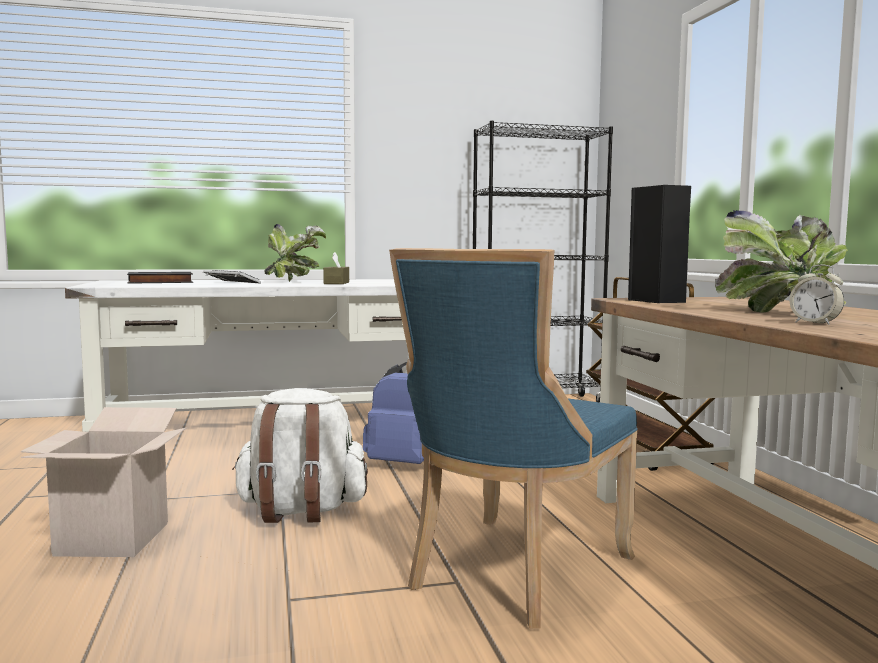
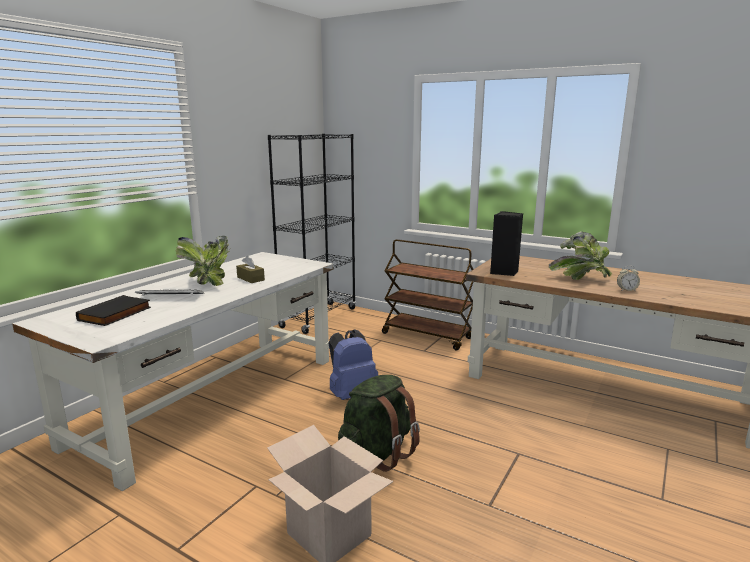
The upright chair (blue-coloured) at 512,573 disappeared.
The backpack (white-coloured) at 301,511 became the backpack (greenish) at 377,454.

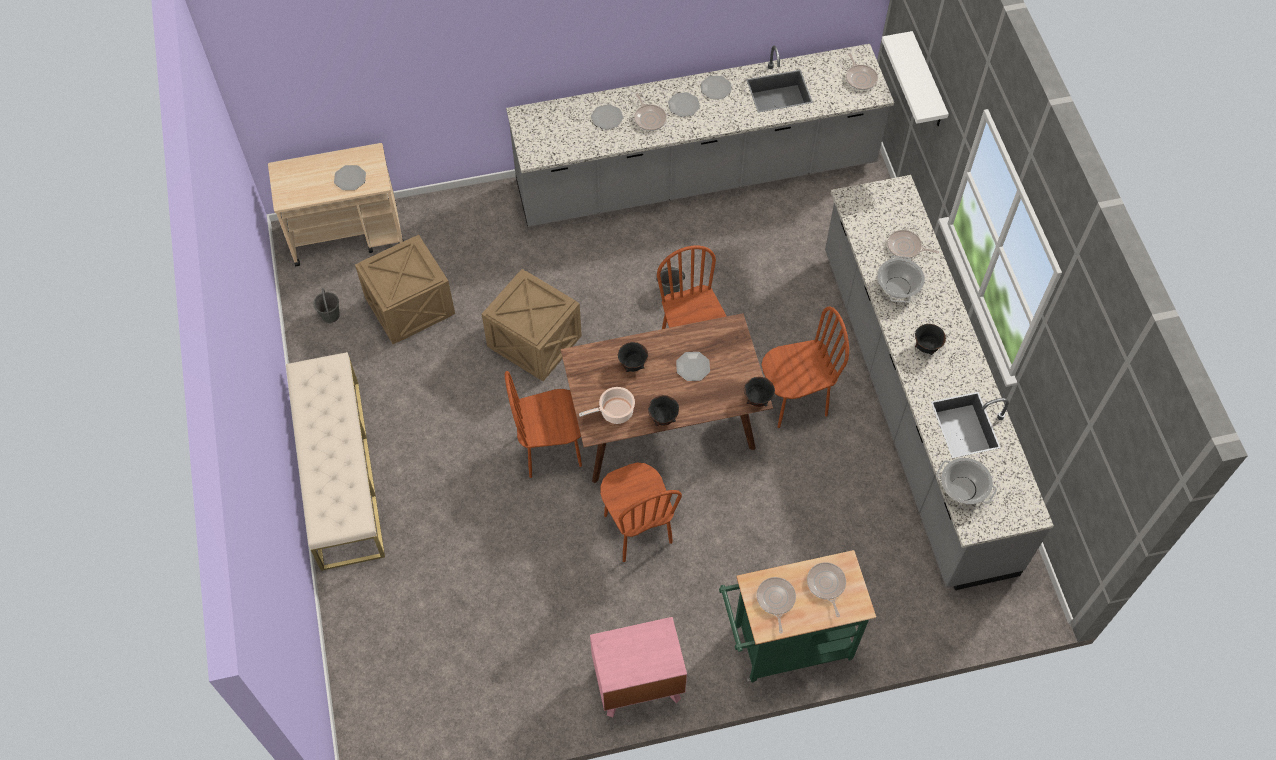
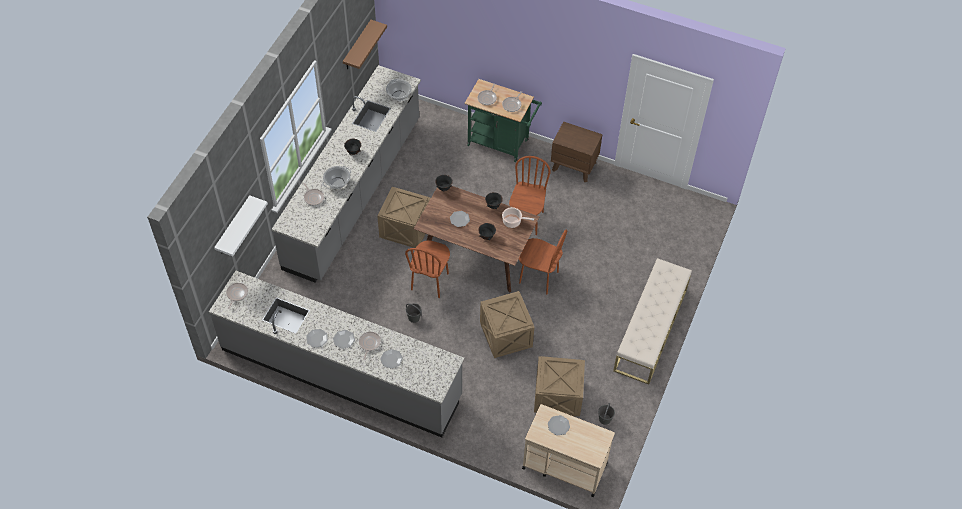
The wall shelf (brownish) at 357,46 appeared.
The upright chair (brownish) at 794,401 was replaced by the shipping crate at 405,228.
The bedside table (pinkish) at 637,682 became the bedside table (brownish) at 574,166.

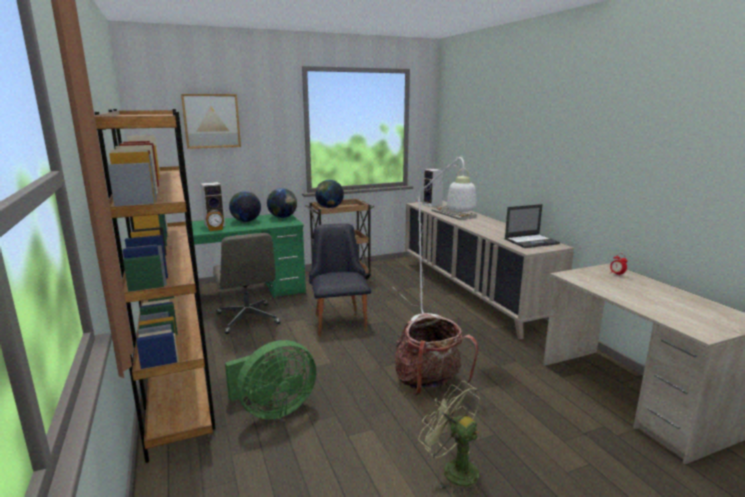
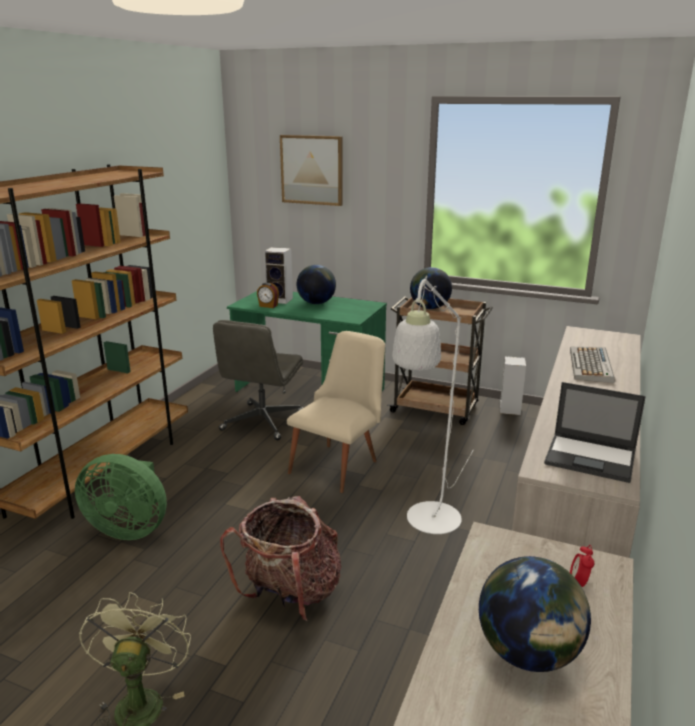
The world globe moved from 283,217 to 528,653.
The audio speaker moved from 432,205 to 510,410.
The upright chair (blackish) at 339,319 became the upright chair (beige-coloured) at 340,463.

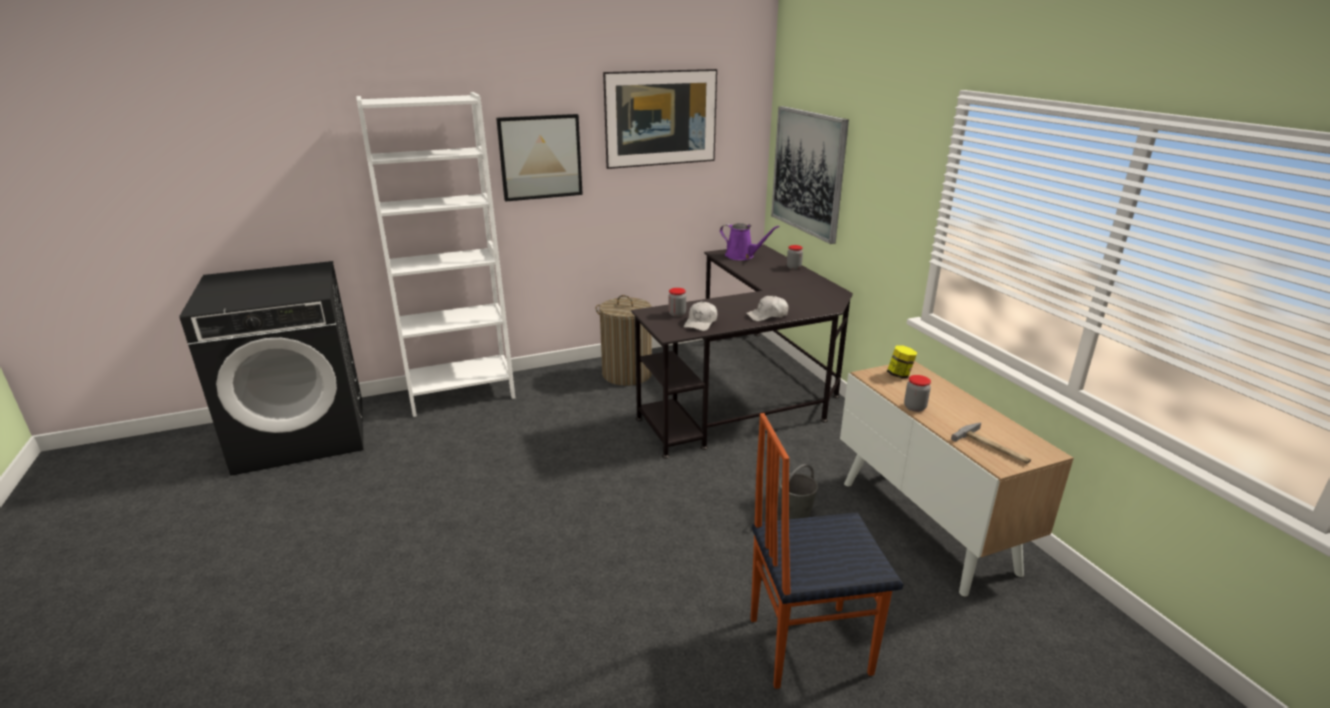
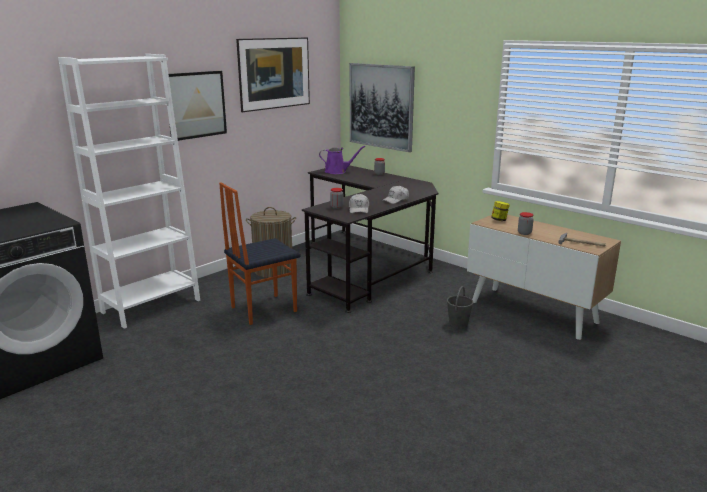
The upright chair moved from 807,644 to 263,309.

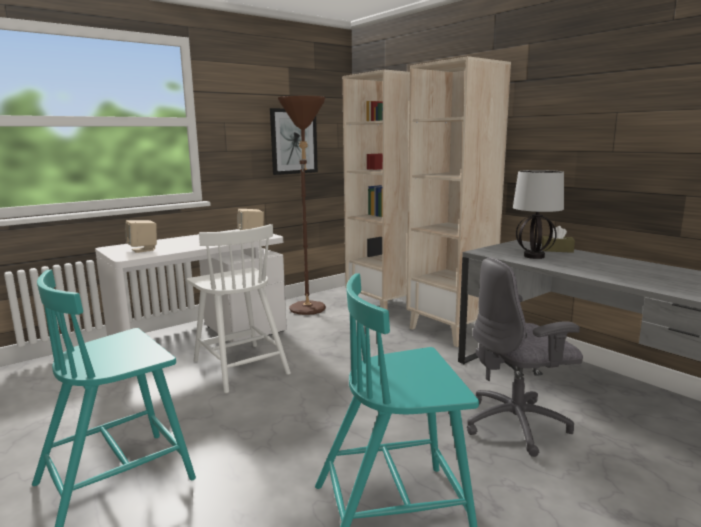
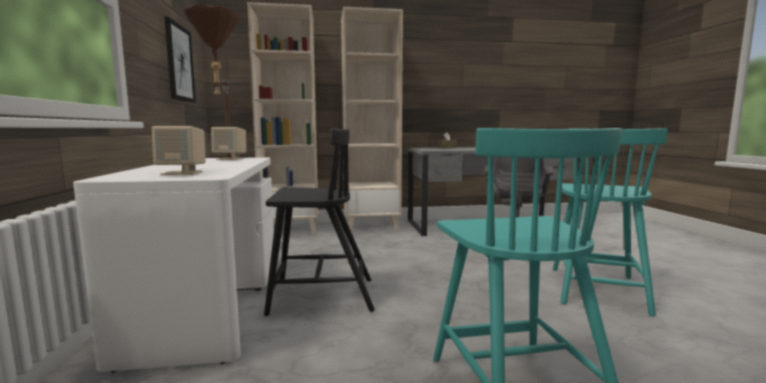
The lamp for a table at 534,256 disappeared.
The upright chair (white-coloured) at 240,366 became the upright chair (blackish) at 320,296.

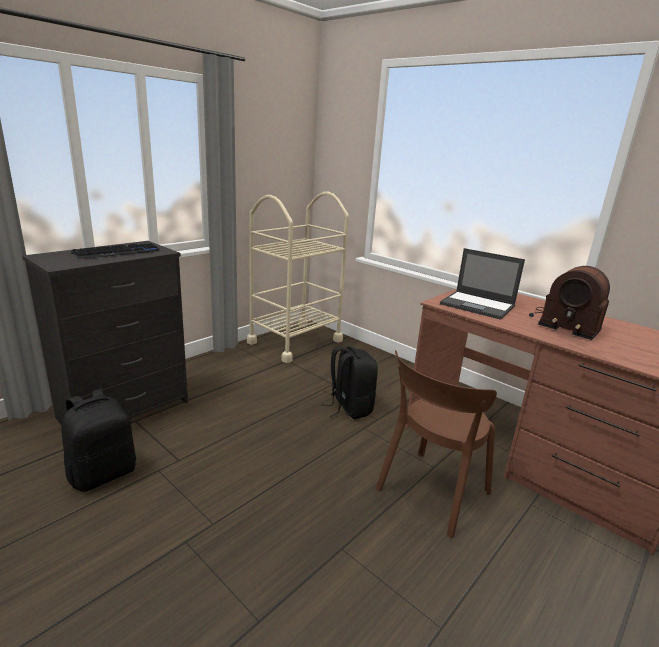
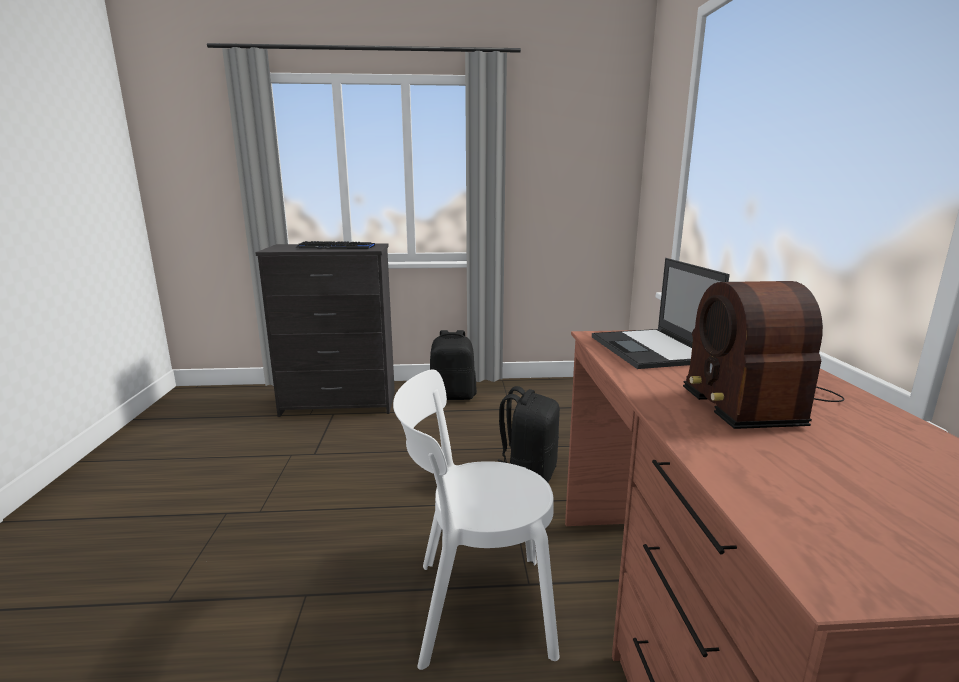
The cart (beige-coloured) at 295,341 disappeared.
The backpack (blackish) moved from 103,473 to 453,396.
The upright chair (brownish) at 430,494 became the upright chair (white-coloured) at 474,608.

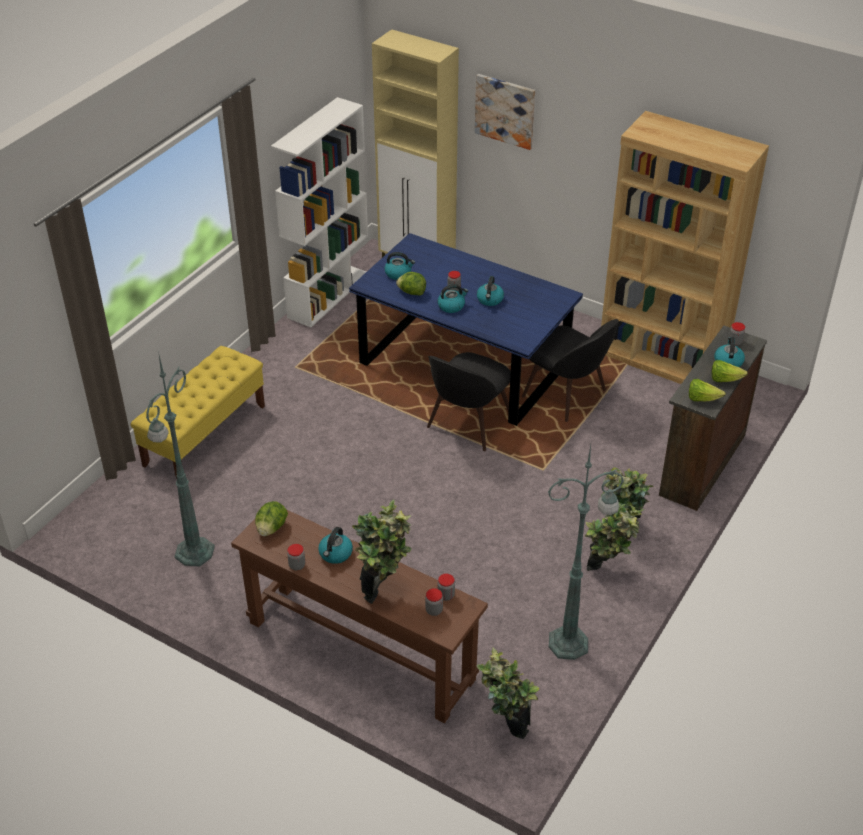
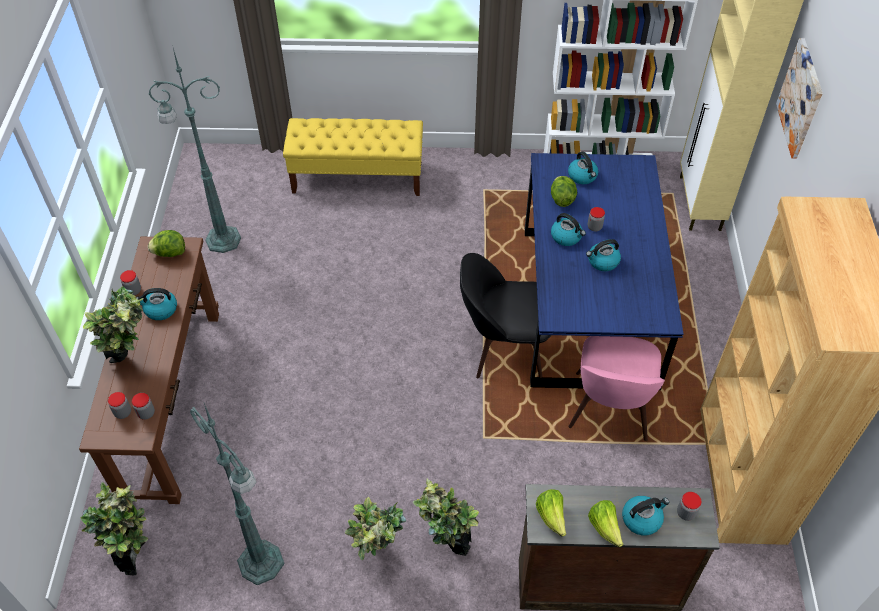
The upright chair (blackish) at 567,395 became the upright chair (pinkish) at 610,410.

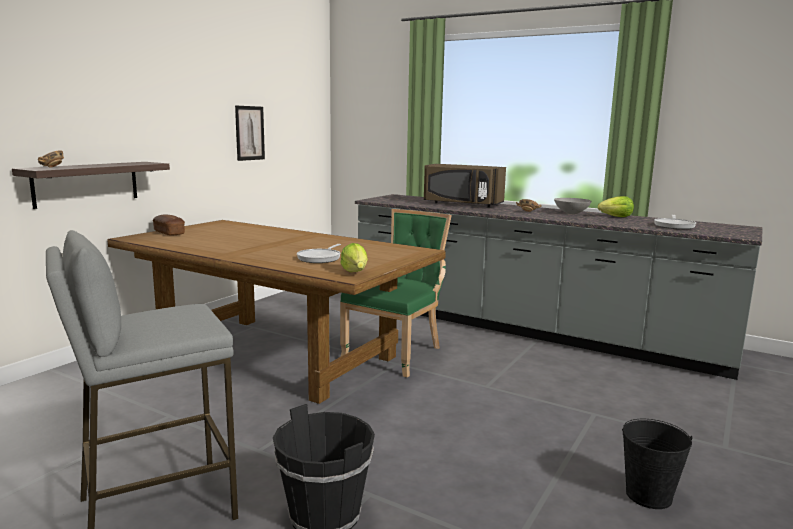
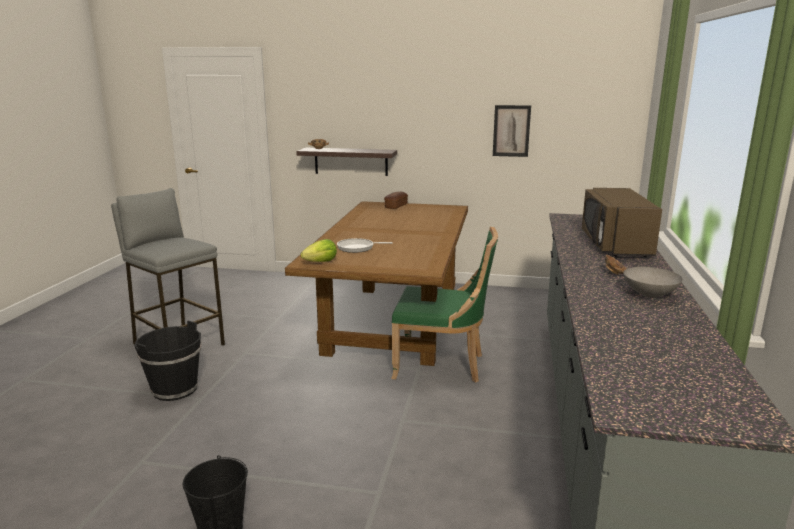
The head of lettuce at 616,217 disappeared.
The skillet at 674,226 disappeared.

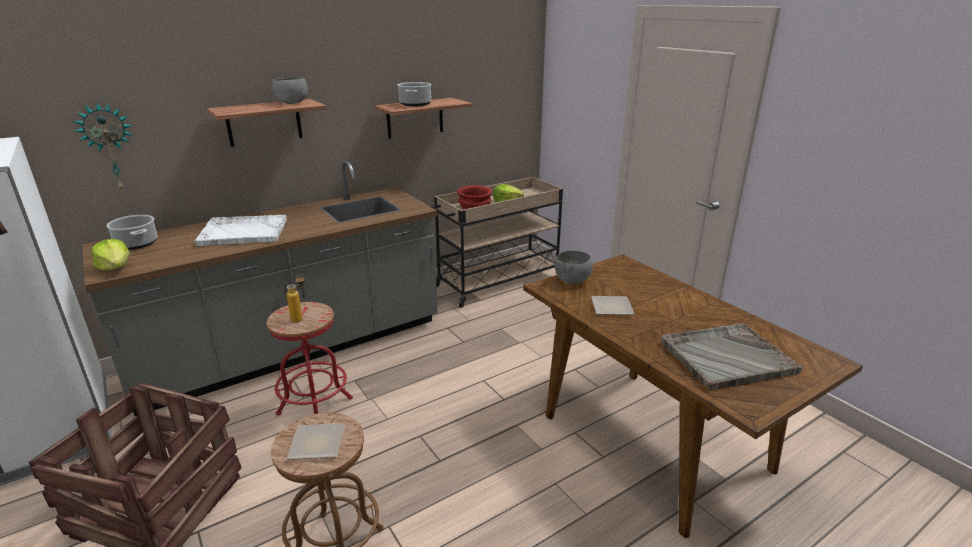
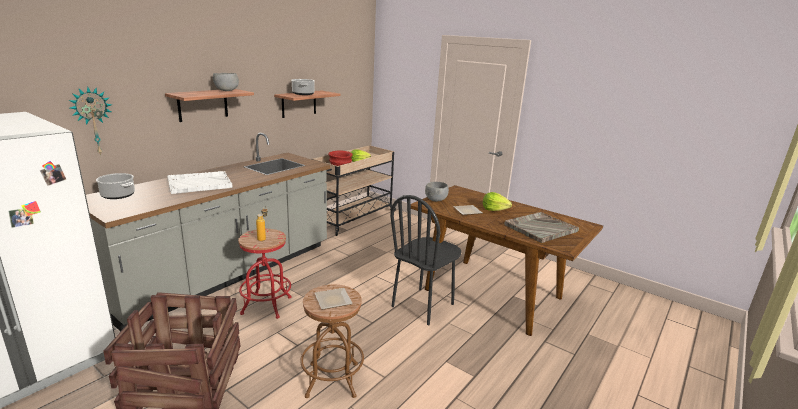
The upright chair (blackish) at 423,305 appeared.
The head of lettuce moved from 116,268 to 494,209.

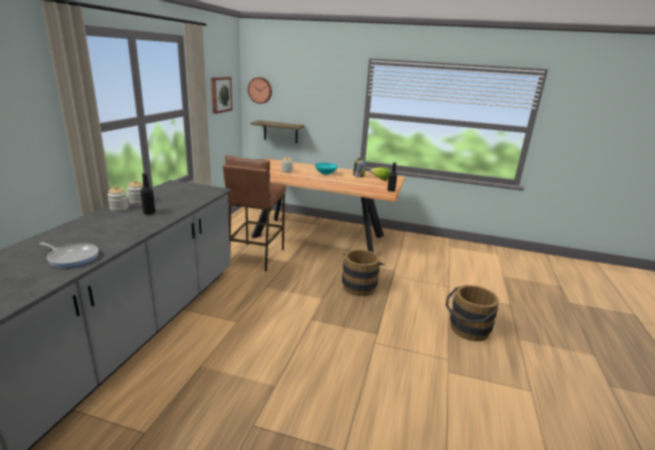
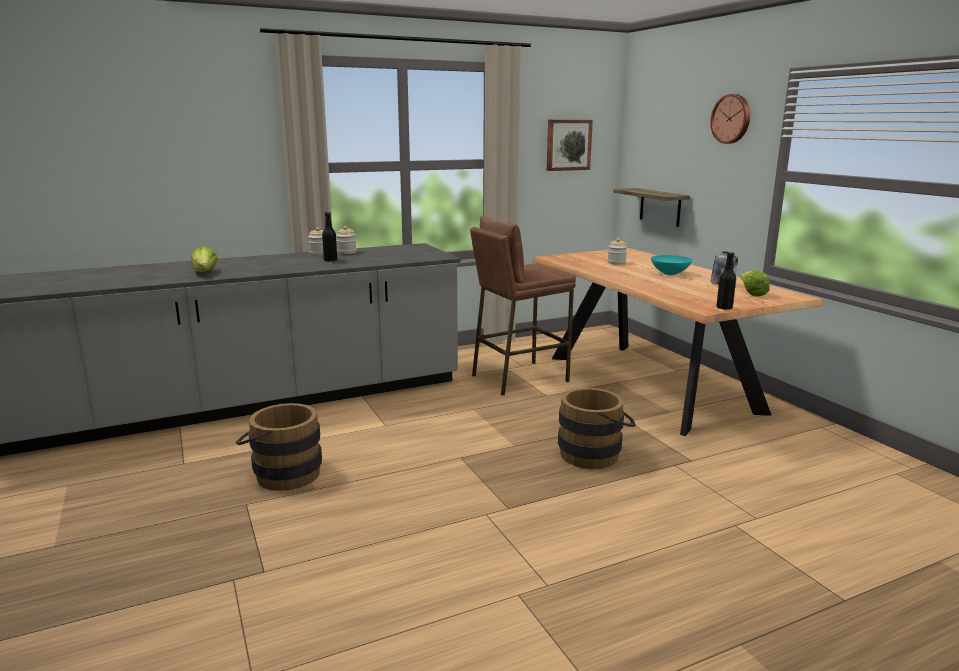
The hanging clock moved from 260,90 to 732,119.
The bucket (brownish) moved from 466,330 to 282,474.
The skillet at 72,257 was replaced by the head of lettuce at 205,273.

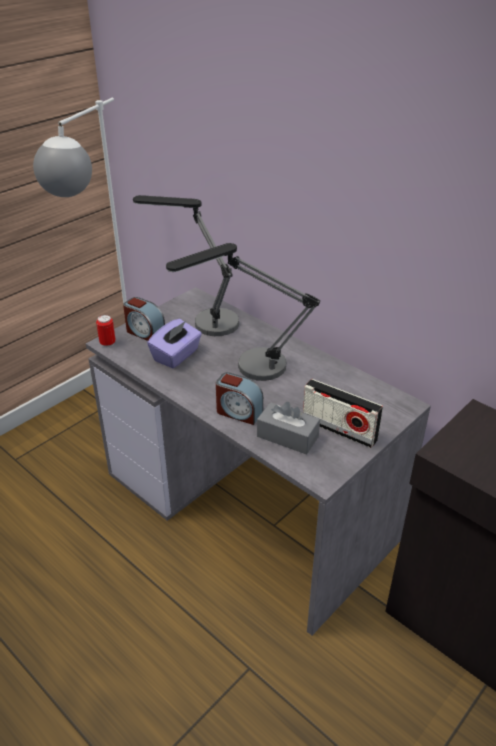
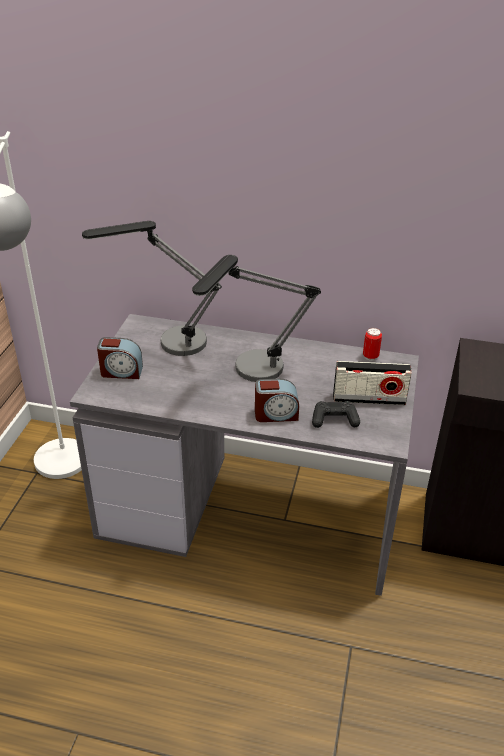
The box of tissues (purple) at 176,356 disappeared.
The sealed can moved from 107,343 to 370,357.
The box of tissues (gray) at 287,436 was replaced by the game controller (blackish) at 334,420.

